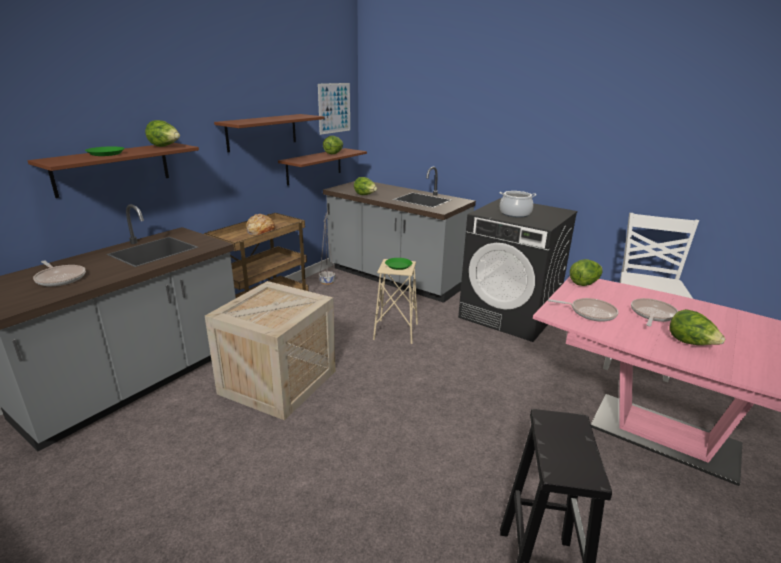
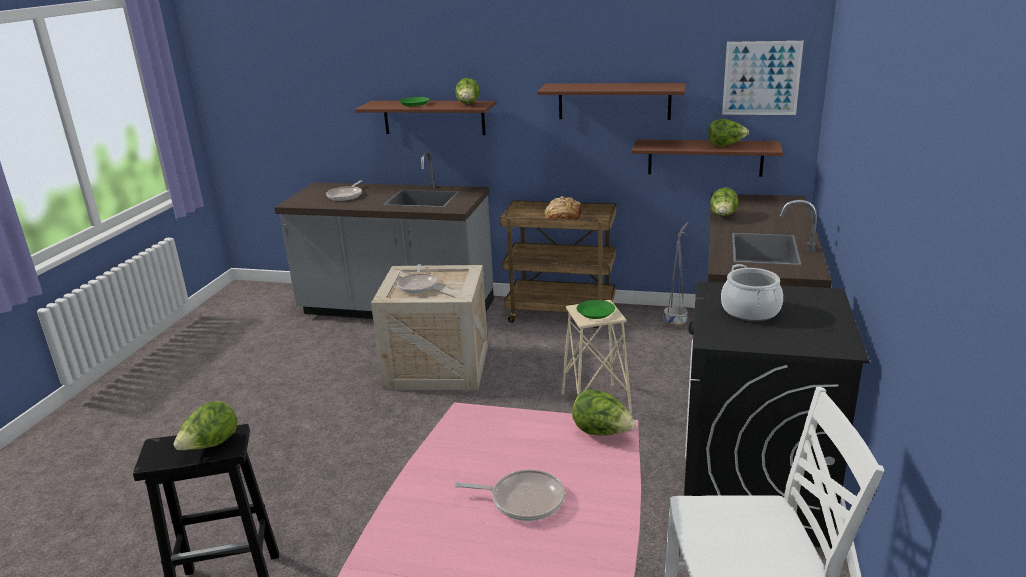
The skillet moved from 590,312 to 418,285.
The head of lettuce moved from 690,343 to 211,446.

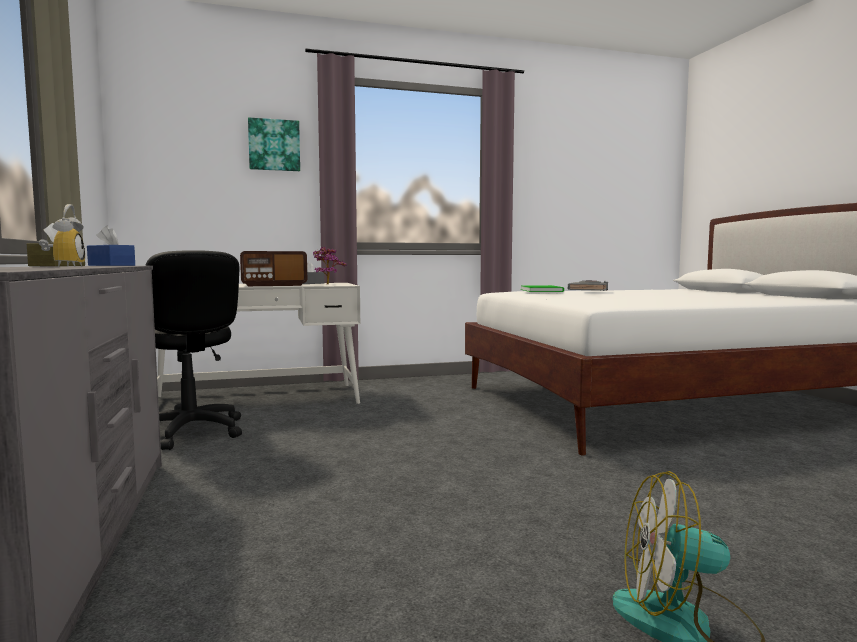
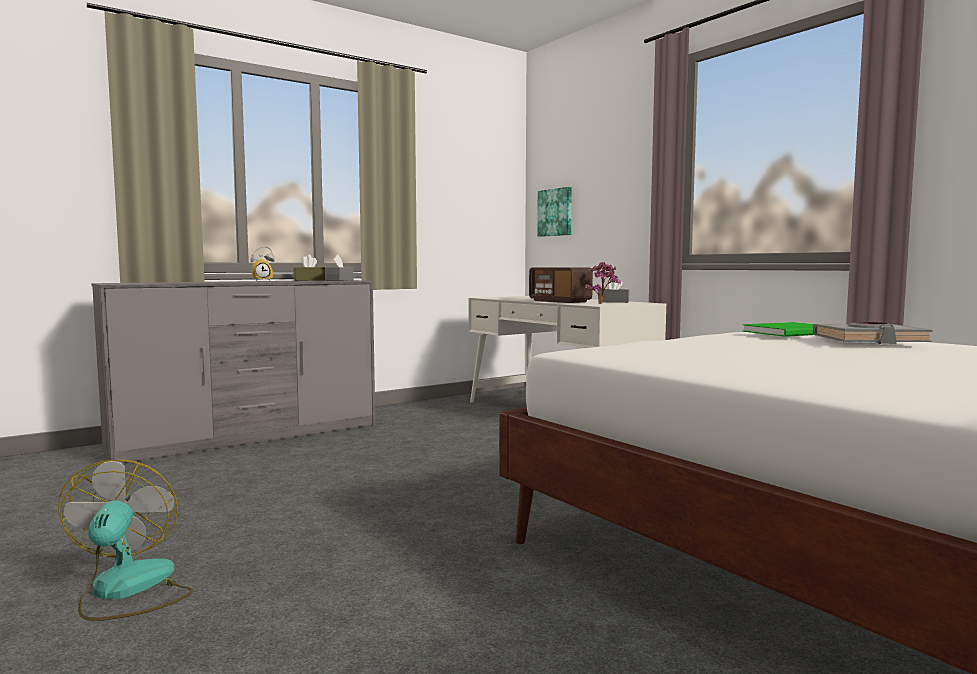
The computer chair (blackish) at 189,432 disappeared.
The wall art moved from 274,145 to 556,212.
The box of tissues (blue-coloured) at 111,265 became the box of tissues (gray) at 339,280.

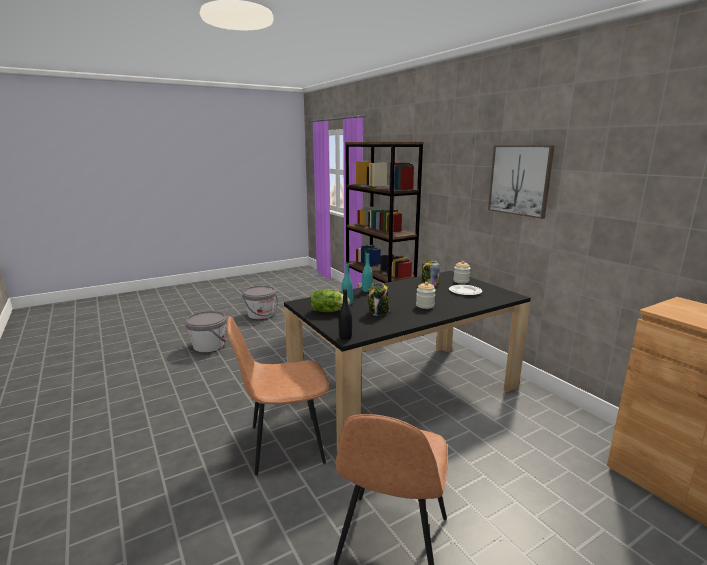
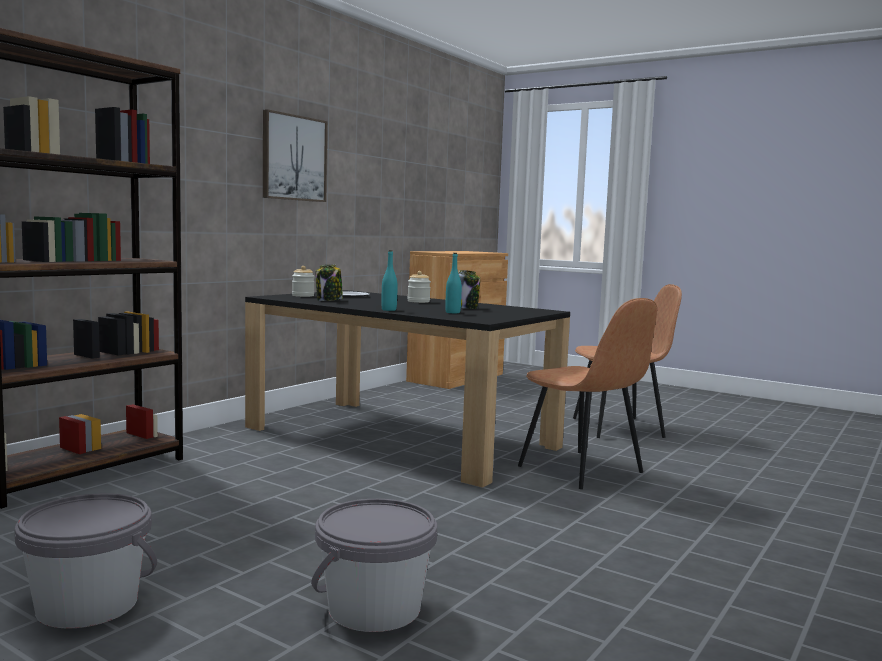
The head of lettuce at 328,311 disappeared.
The beverage bottle (blackish) at 345,337 disappeared.

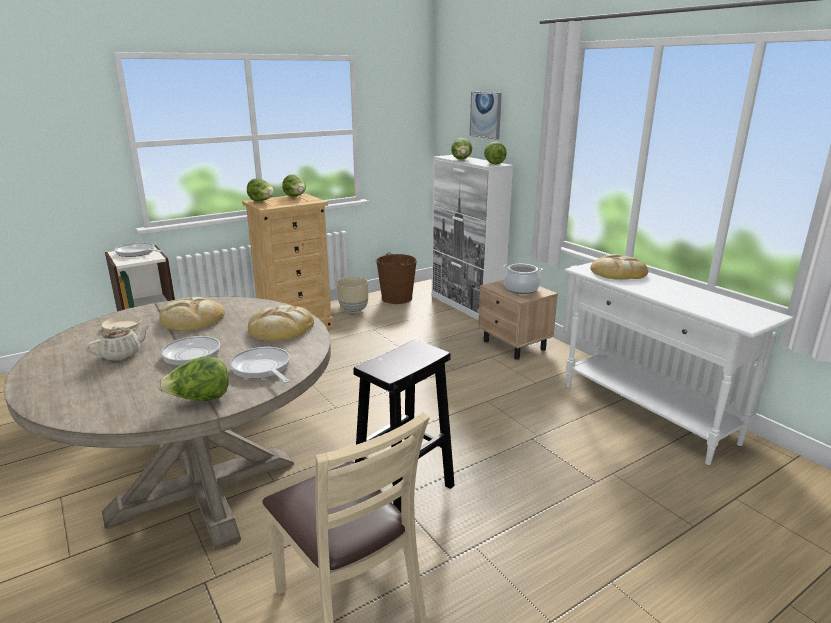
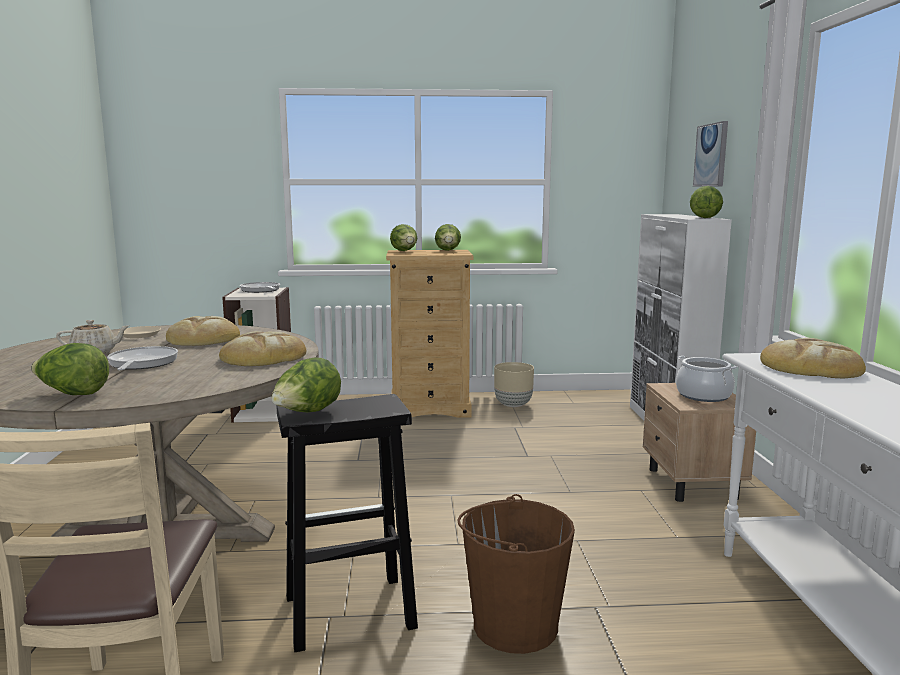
The skillet at 262,368 disappeared.
The bucket (brownish) moved from 396,298 to 514,625.
The head of lettuce moved from 461,160 to 307,413.

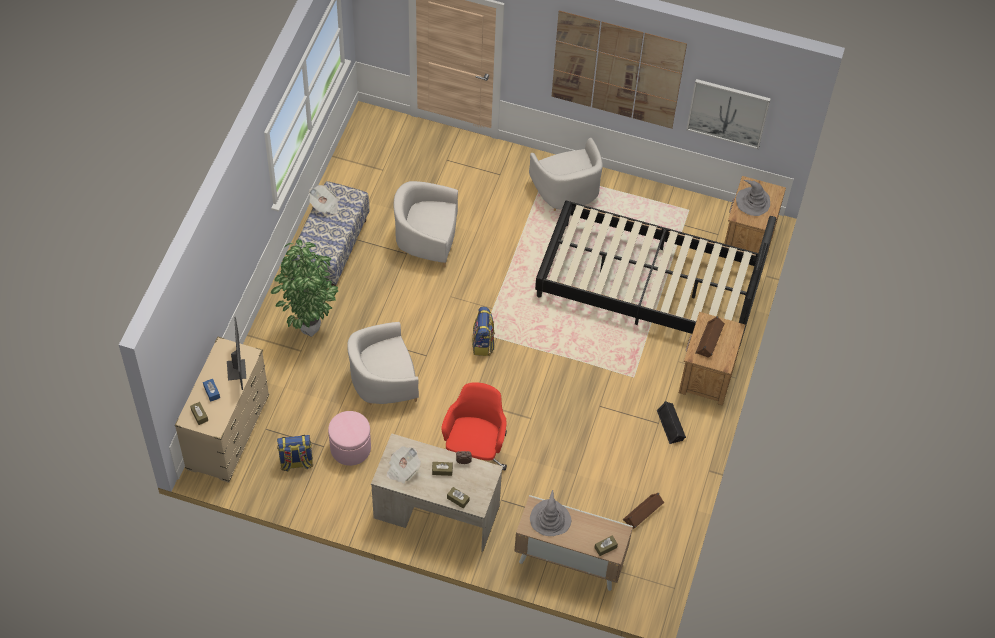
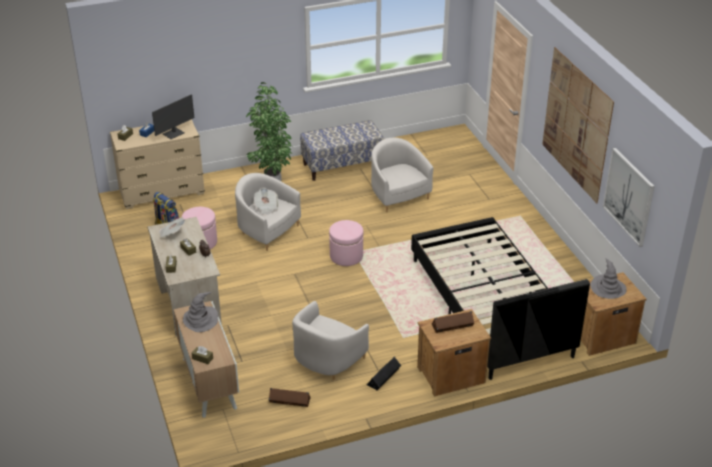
The computer chair (red-coloured) at 474,452 disappeared.
The printed paper moved from 324,205 to 266,207.
The lounge chair (white-coloured) moved from 567,191 to 327,360.
The backpack at 483,343 was replaced by the pouffe (pinkish) at 346,256.

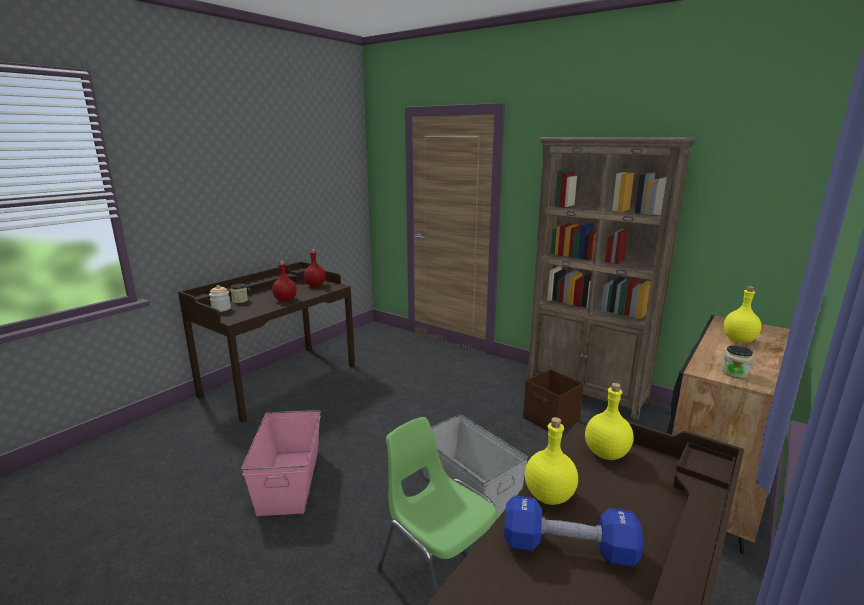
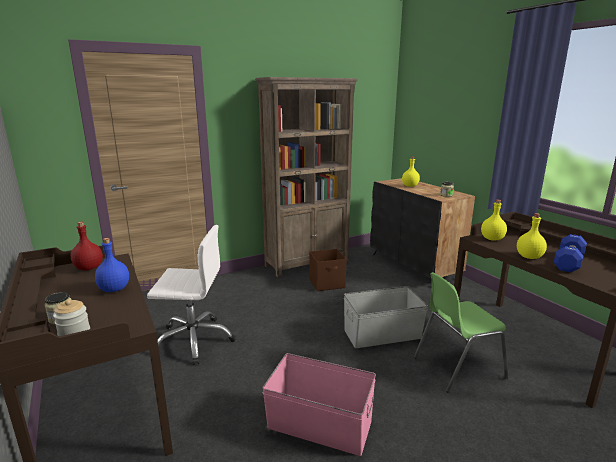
The computer chair (white-coloured) at 194,340 appeared.
The beverage bottle (red-coloured) at 285,299 became the beverage bottle (blue-coloured) at 114,289.

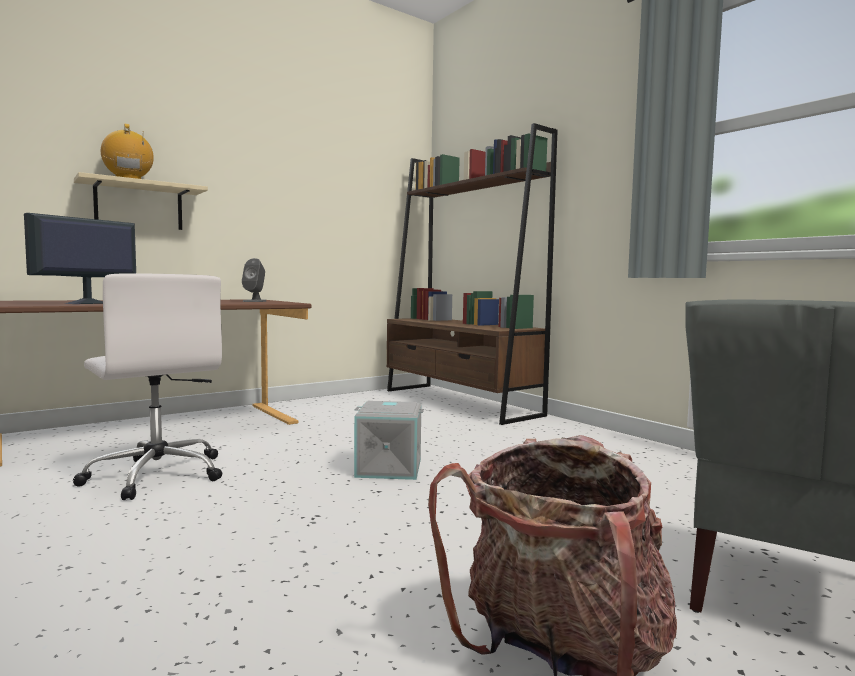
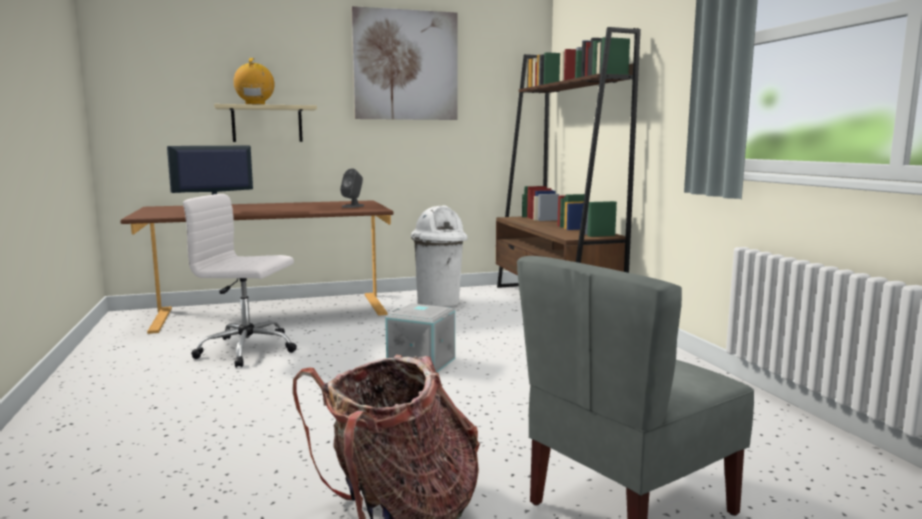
The wall art at 406,65 appeared.
The waste bin (white-coloured) at 439,302 appeared.
The computer chair (white-coloured) at 157,475 turned 120 degrees clockwise.

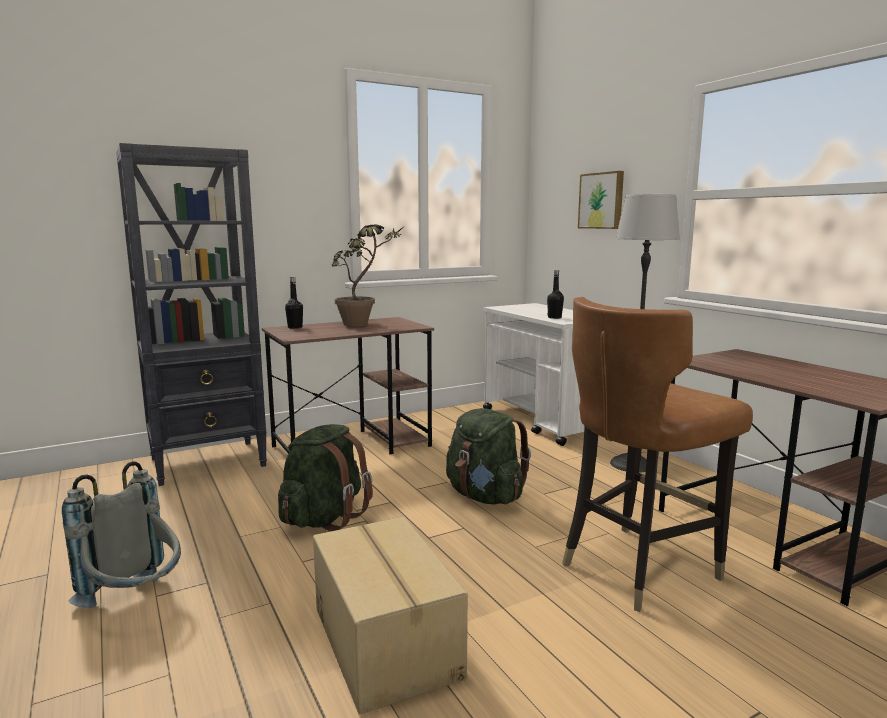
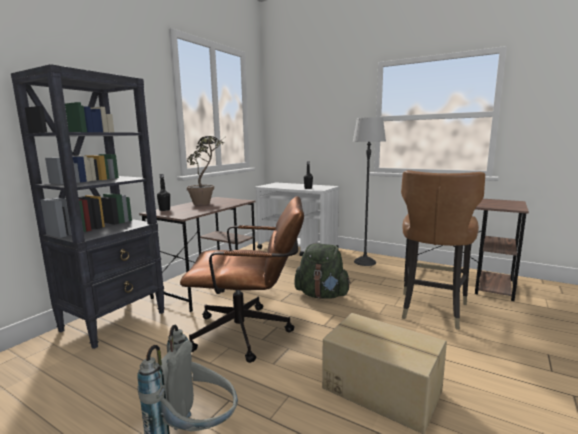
The wall art at 602,201 disappeared.
The backpack (greenish) at 324,518 was replaced by the computer chair (brownish) at 250,333.

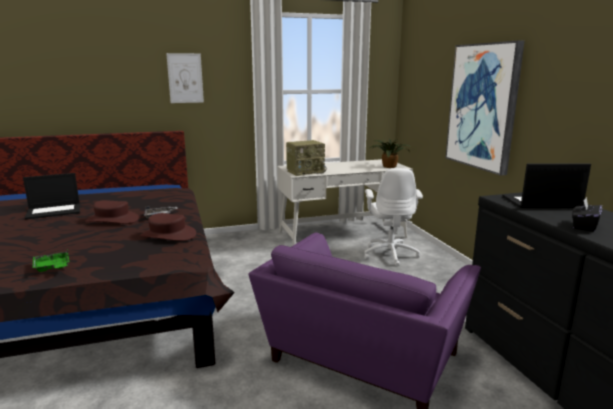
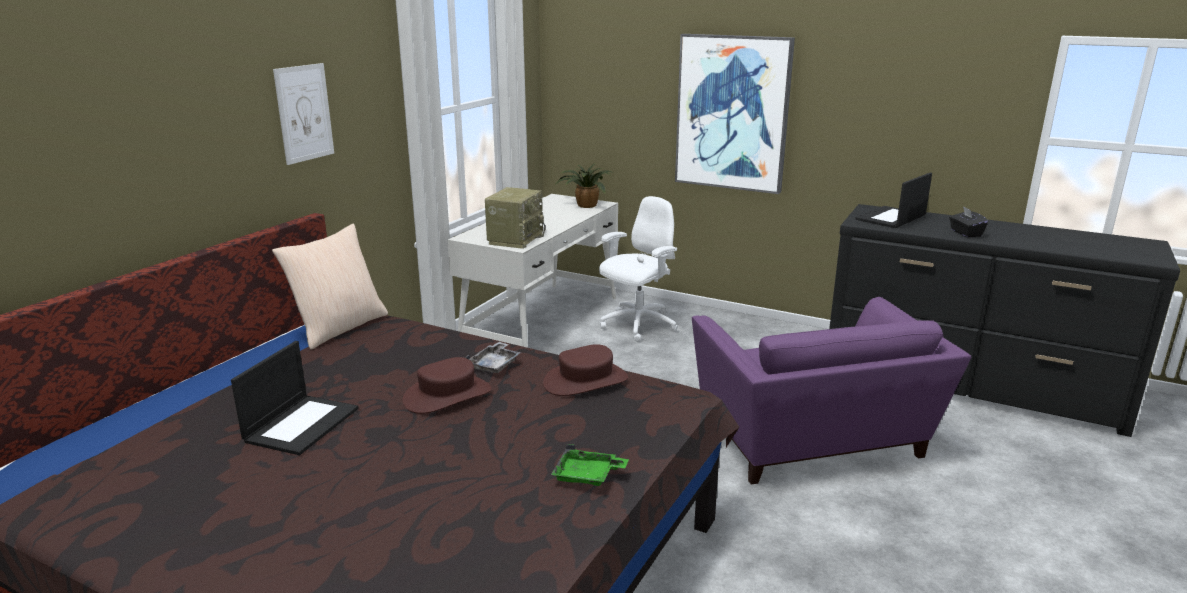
The throw pillow (beige-coloured) at 339,328 appeared.
The computer chair (white-coloured) at 390,254 turned 90 degrees counterclockwise.

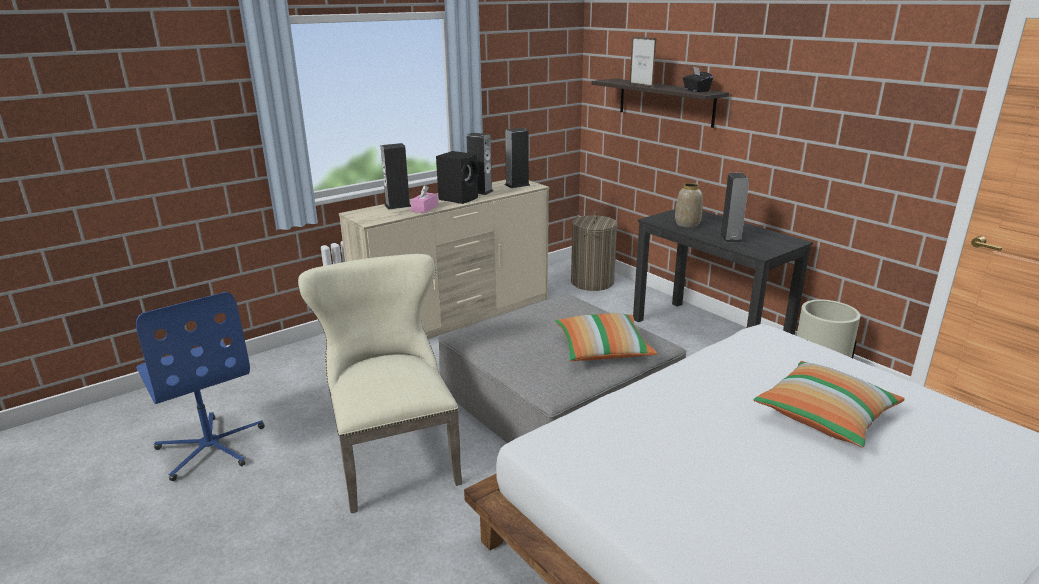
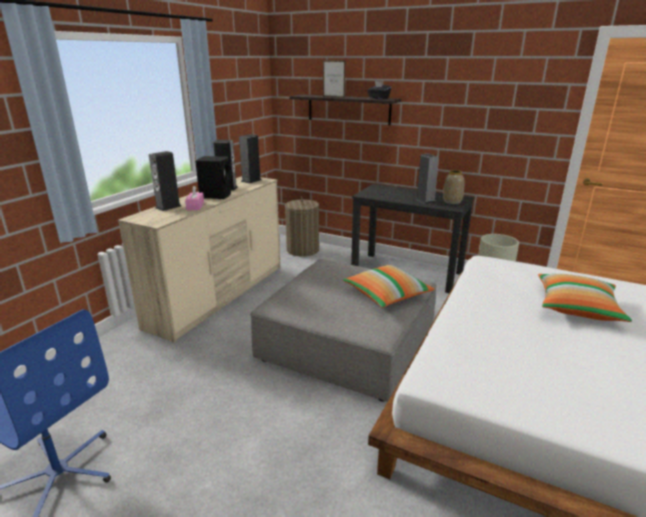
The upright chair (beige-coloured) at 393,457 disappeared.
The flower vase moved from 687,224 to 452,201.

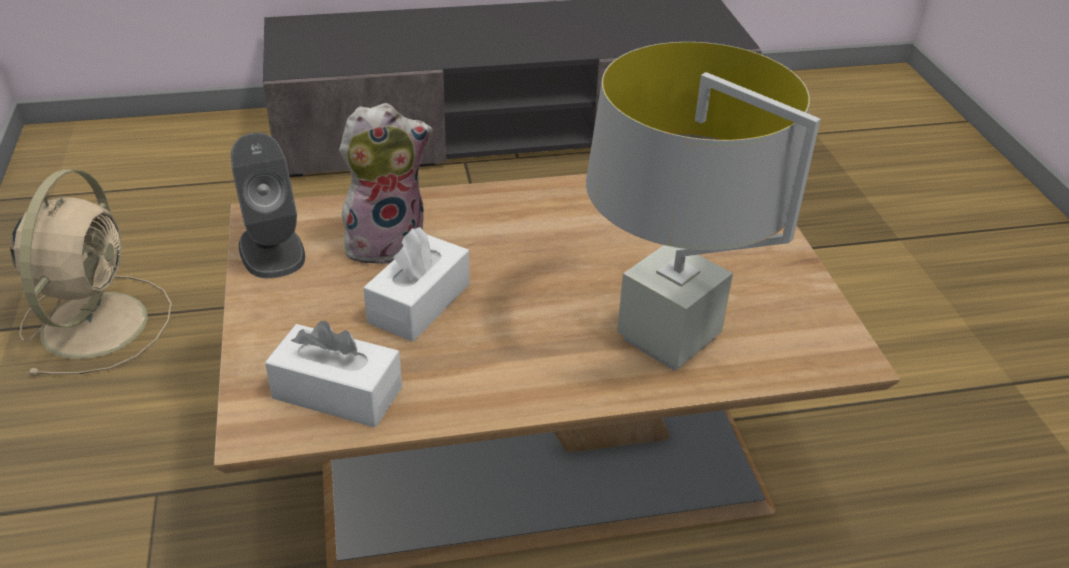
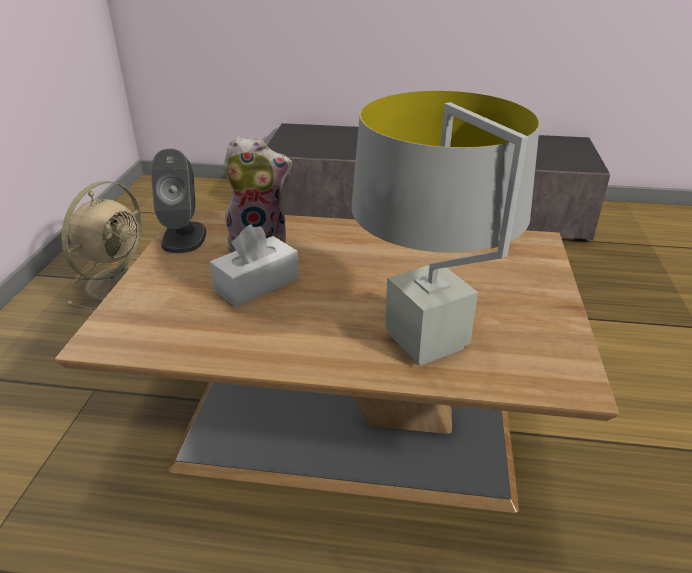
The box of tissues (white-coloured) at 337,392 disappeared.

